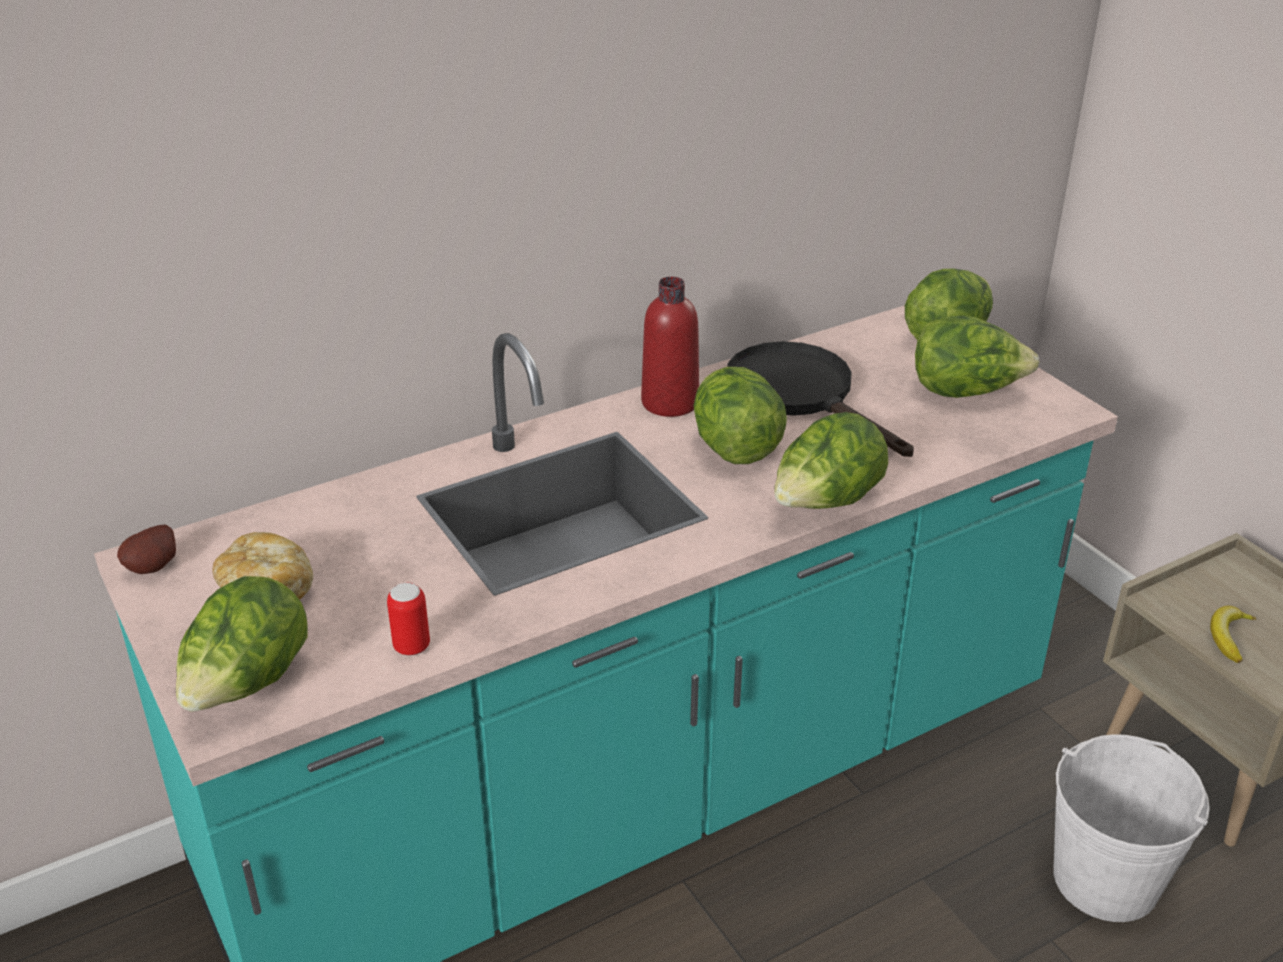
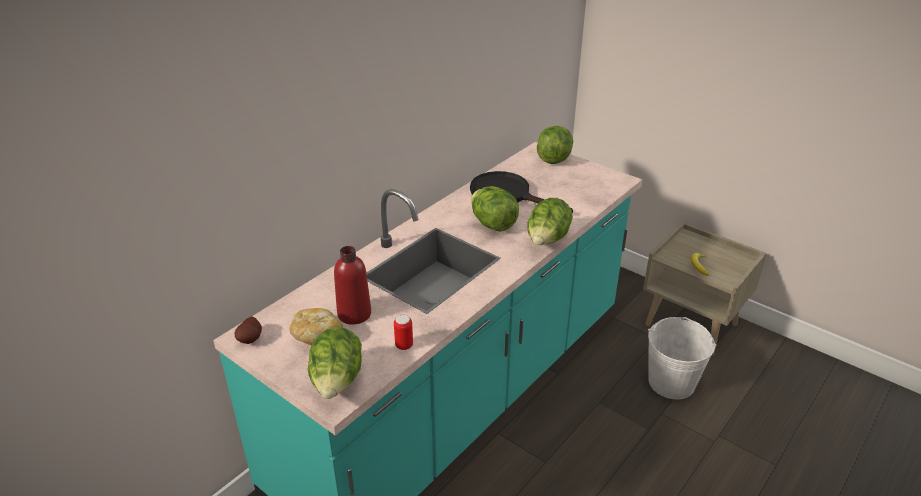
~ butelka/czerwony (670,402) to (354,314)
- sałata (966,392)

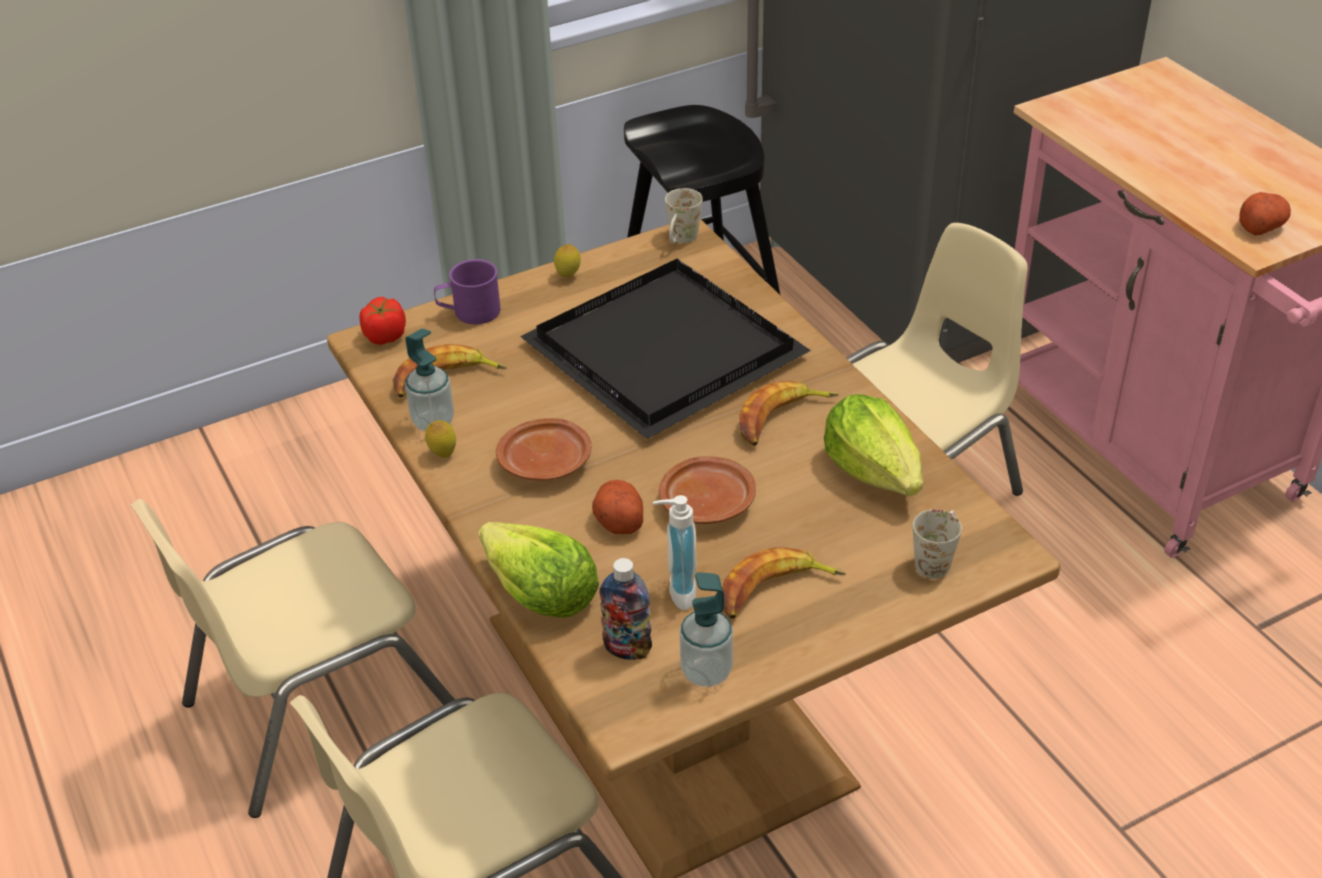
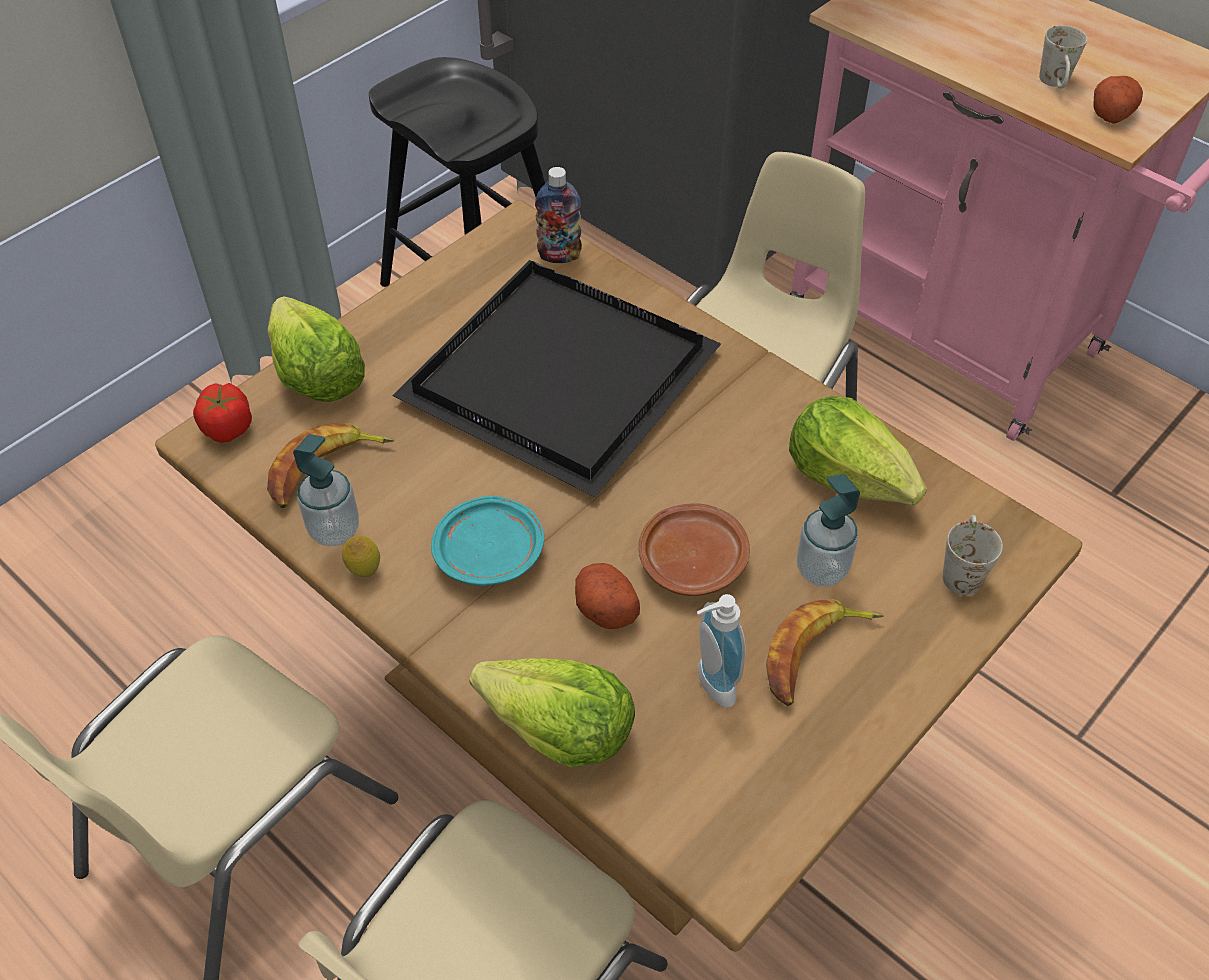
~ kubek/fioletowy (469,312) to sałata (315,374)
~ talerz/brązowy (546,462) to talerz/turkusowy (490,552)
~ butelka (627,649) to (559,255)
~ dozownik mydła (706,672) to (821,569)
~ kubek/biały (681,241) to (1055,84)
- cytryna (568,276)
- banan (781,419)

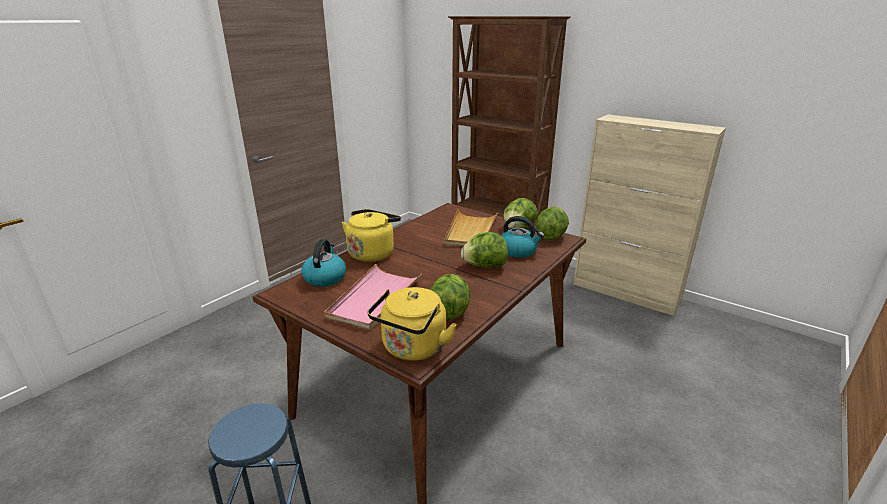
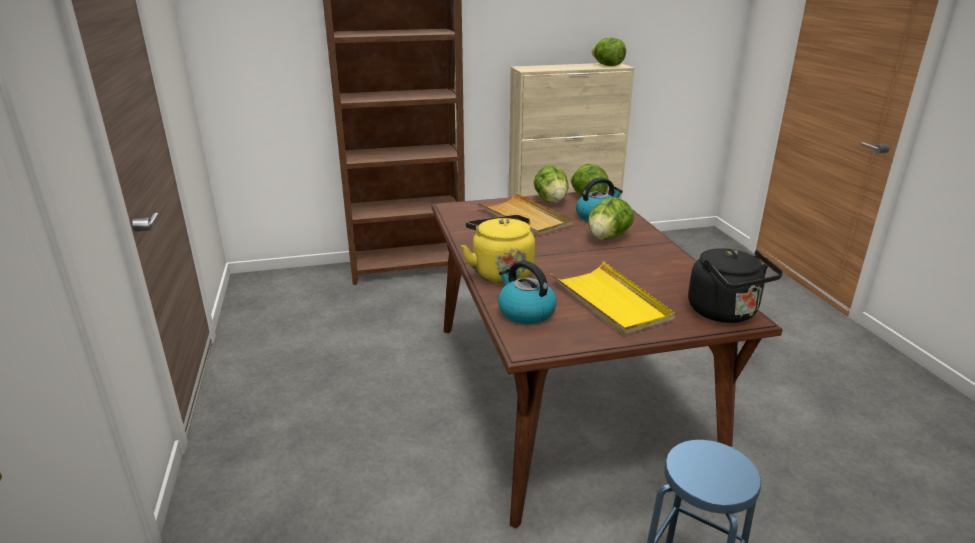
~ taca/różowy (374,299) to taca/żółty (610,301)
~ sałata (449,312) to (607,65)
~ czajnik/żółty (412,349) to czajnik/czarny (725,313)

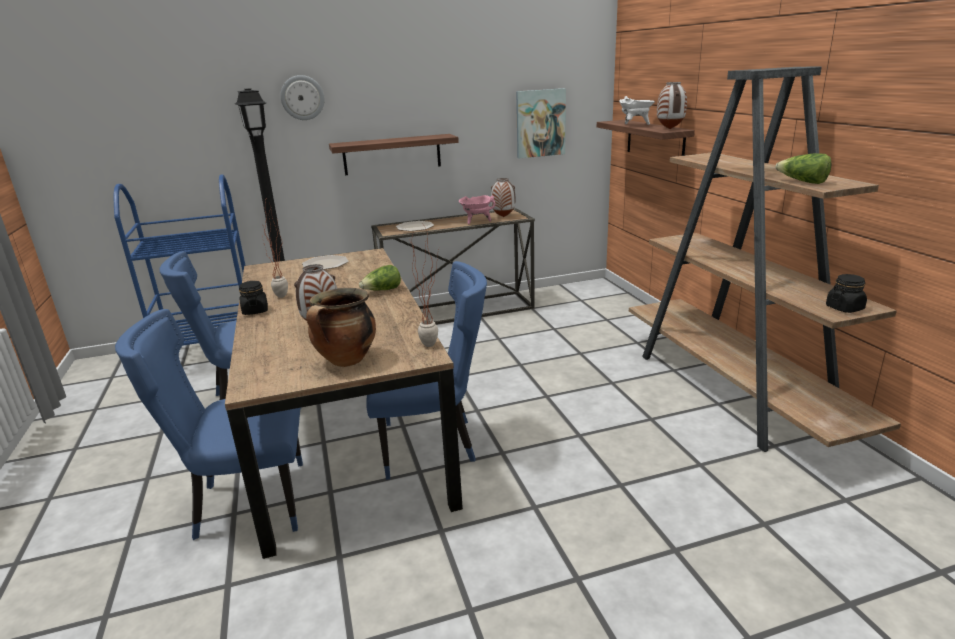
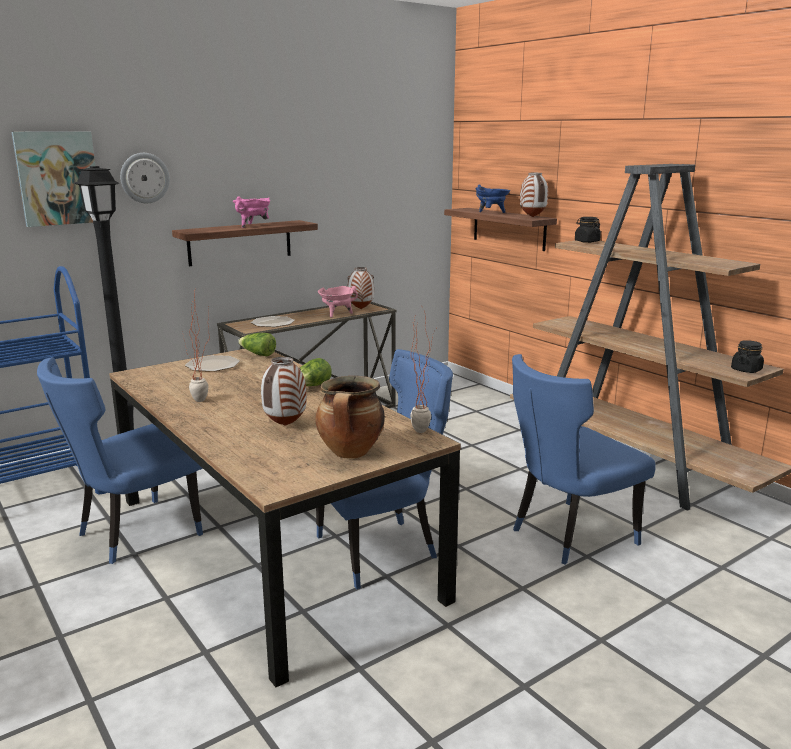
~ obraz (540,123) to (58,178)
+ garnek/różowy (253,226)
~ sałata (802,182) to (258,354)
~ garnek/biały (634,125) to garnek/niebieski (491,213)
~ krzesło/niebieski (247,503) to (567,535)
~ słoik/czarny (255,311) to (586,241)

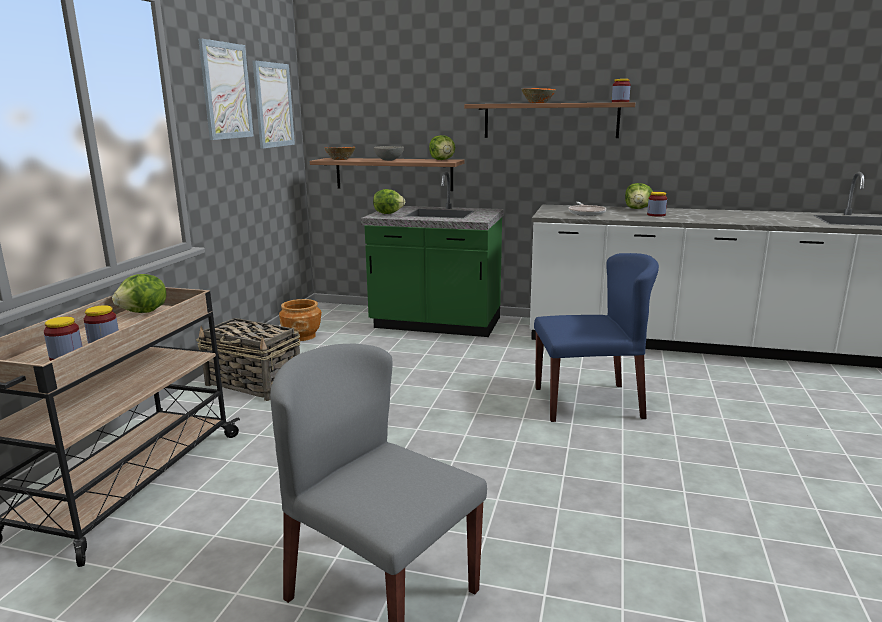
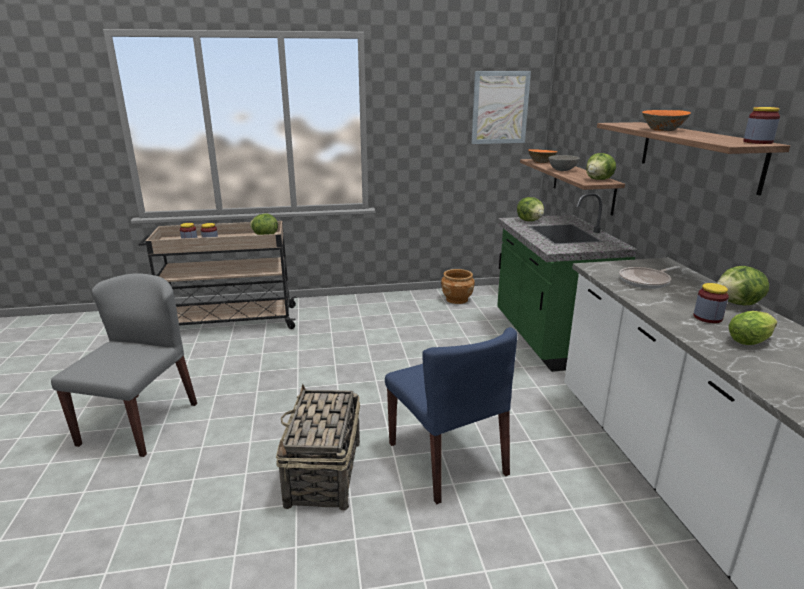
~ koszyk (254,383) to (323,473)
+ sałata (751,341)
- obraz (226,91)

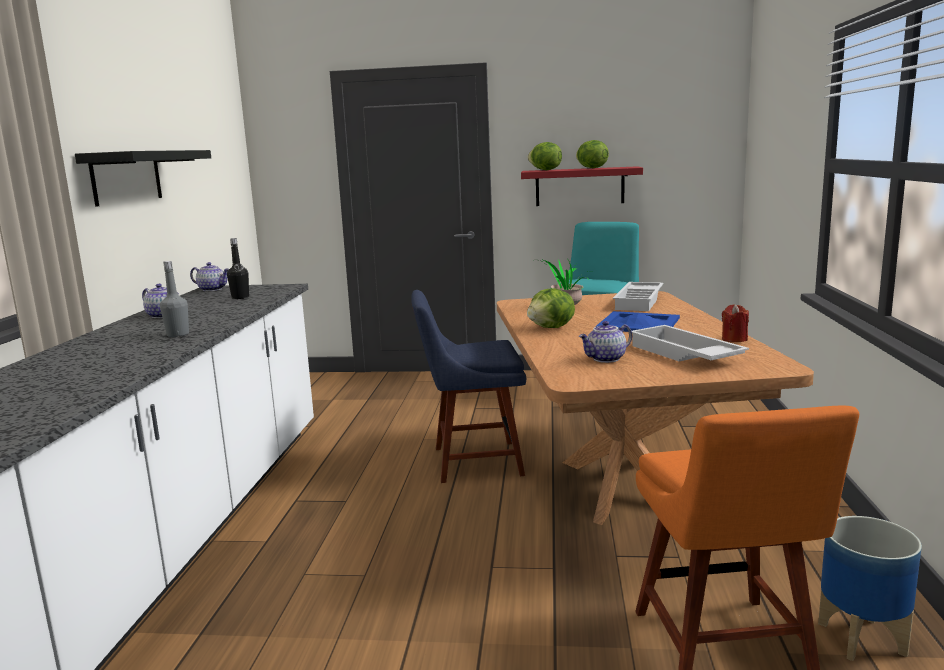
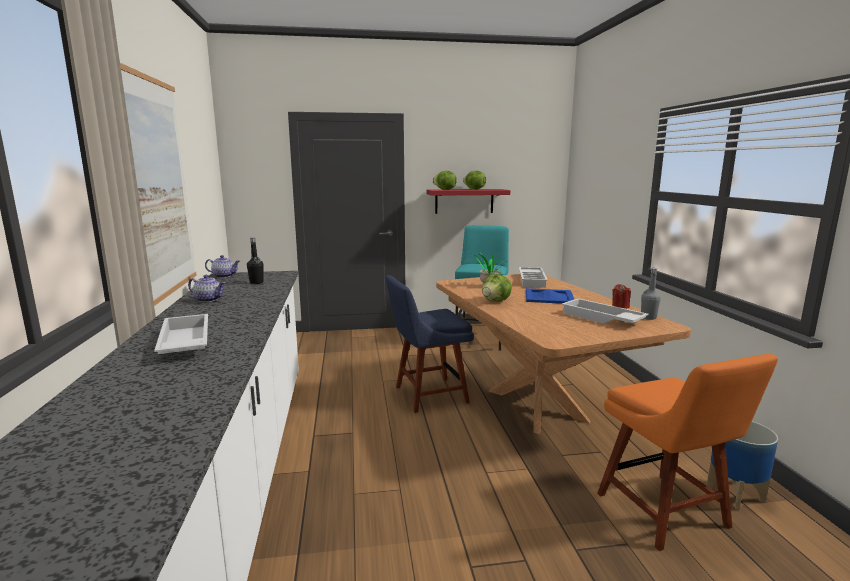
~ półka/czarny (126,177) to obraz (160,188)
+ taca/biały (184,343)
~ butelka/szary (178,334) to (648,317)
- imbryk (606,359)

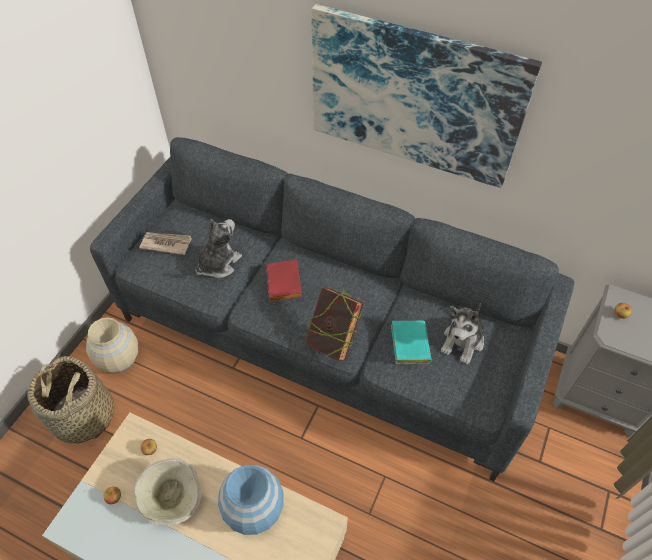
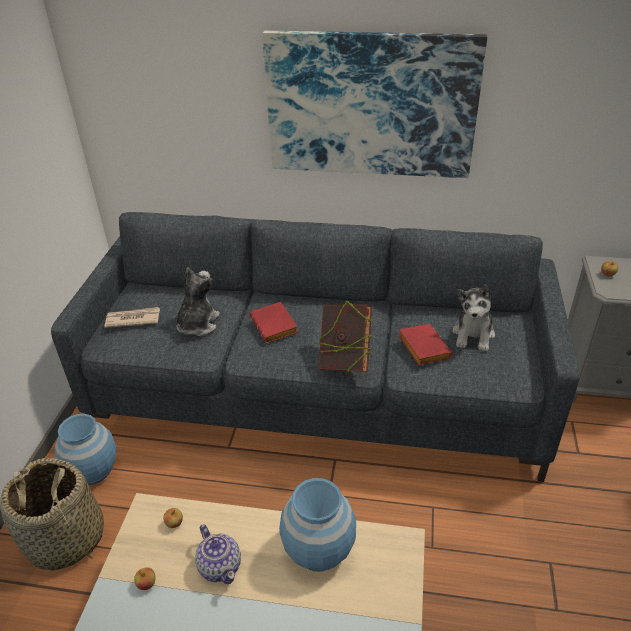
~ wazon/beżowy (119,359) to wazon/niebieski (92,470)
~ miska/beżowy (173,499) to imbryk (220,566)
~ książka/turkusowy (408,343) to książka/czerwony (422,347)

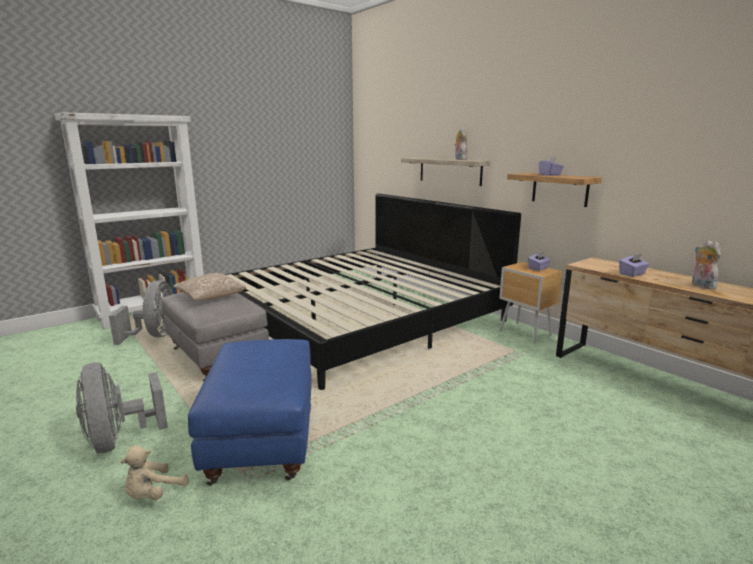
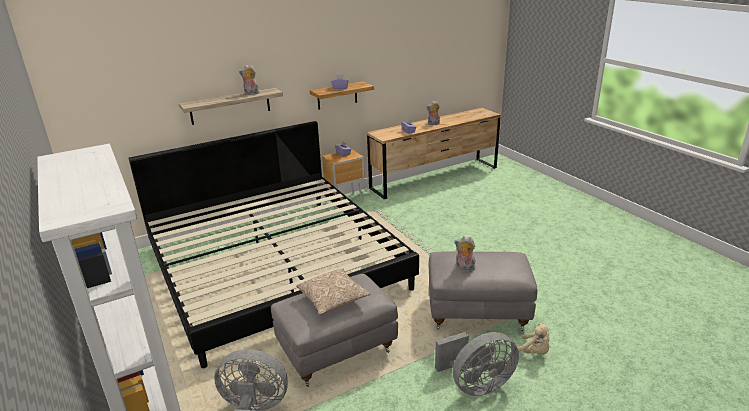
~ pufa/niebieski (263,442) to pufa/szary (478,312)
+ pluszak (464,268)

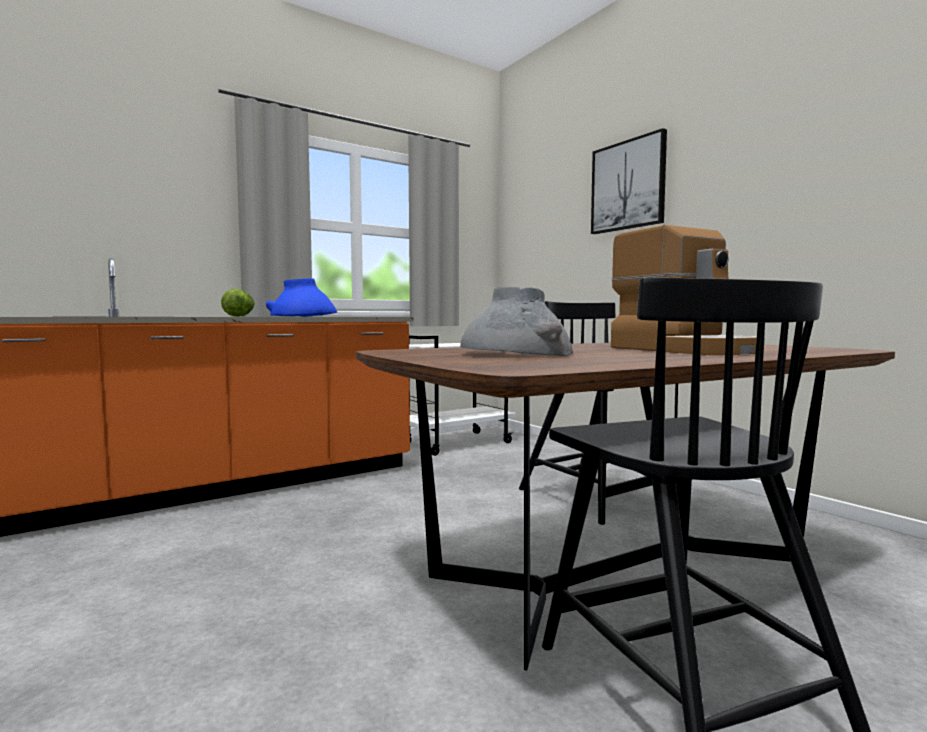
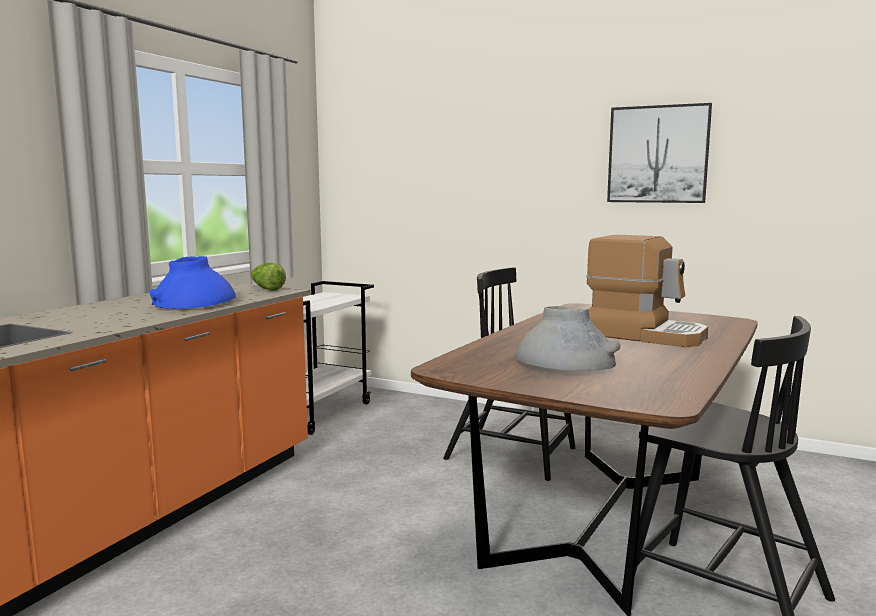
~ sałata (239,316) to (266,289)
~ obraz (628,185) to (658,154)

